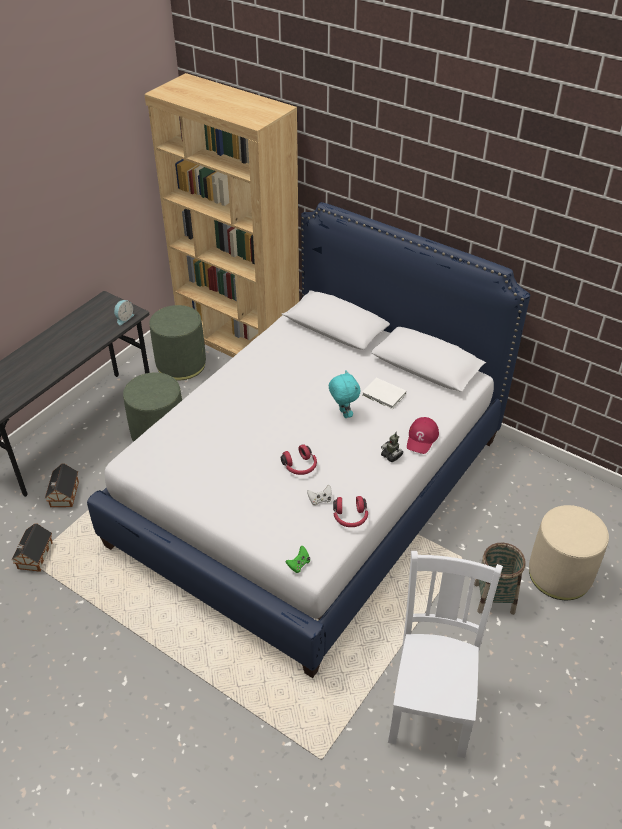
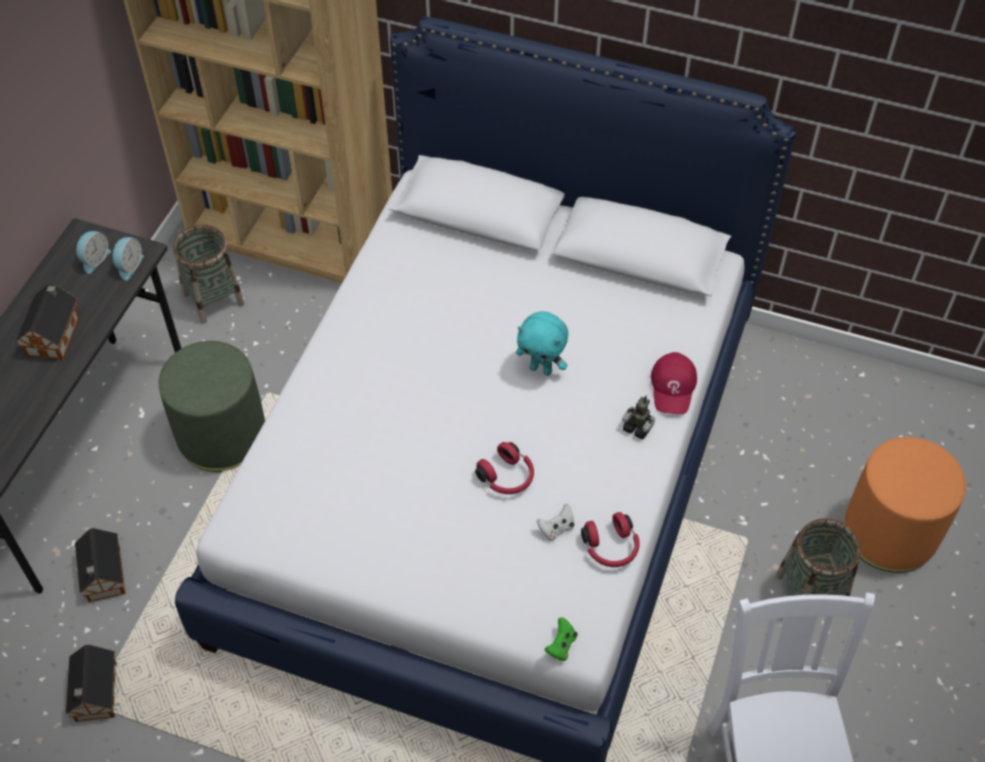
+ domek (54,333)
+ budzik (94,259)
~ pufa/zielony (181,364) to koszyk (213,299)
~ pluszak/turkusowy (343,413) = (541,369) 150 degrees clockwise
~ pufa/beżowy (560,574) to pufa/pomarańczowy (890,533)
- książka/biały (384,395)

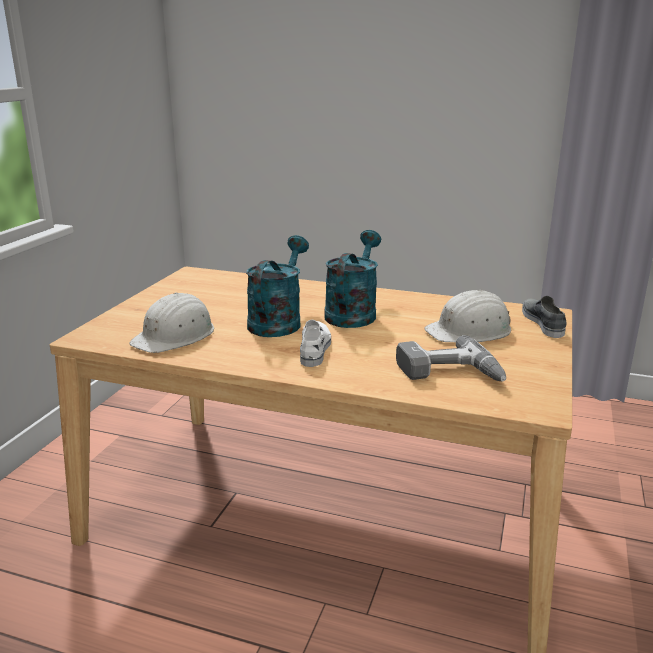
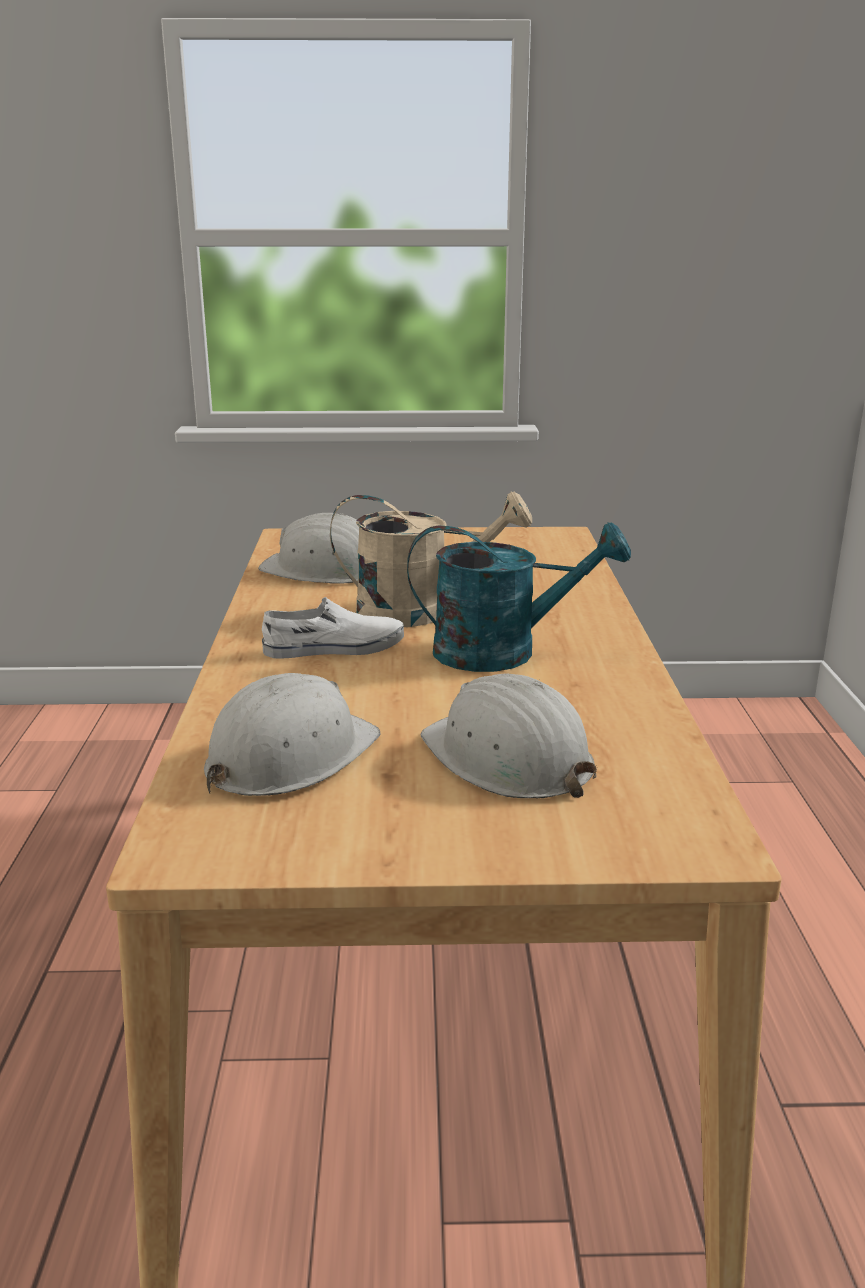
~ wiertarka (450,374) to kask/biały (289,757)
~ konewka/turkusowy (278,321) to konewka/beżowy (420,611)
- but/szary (543,322)

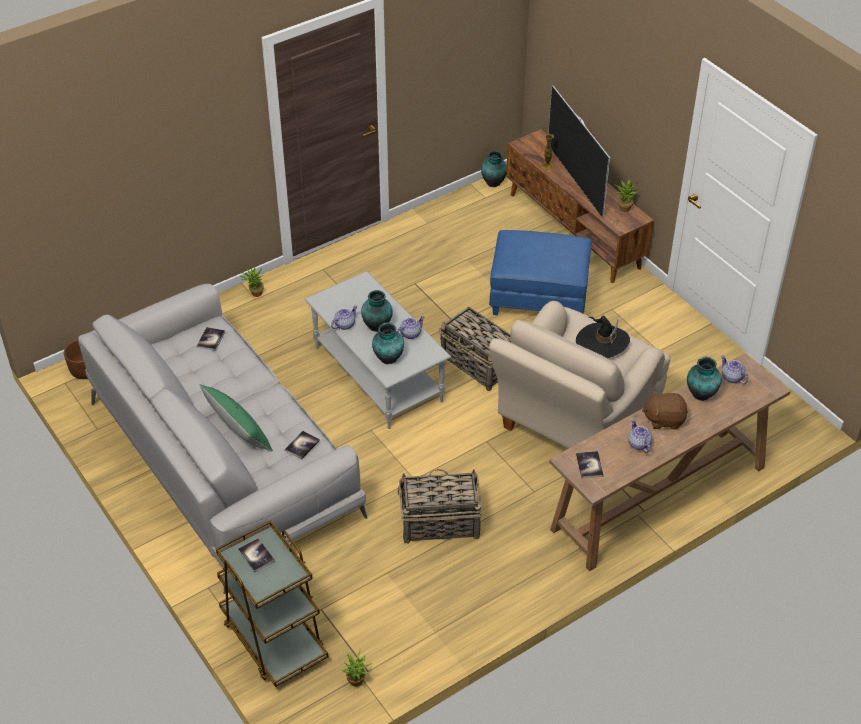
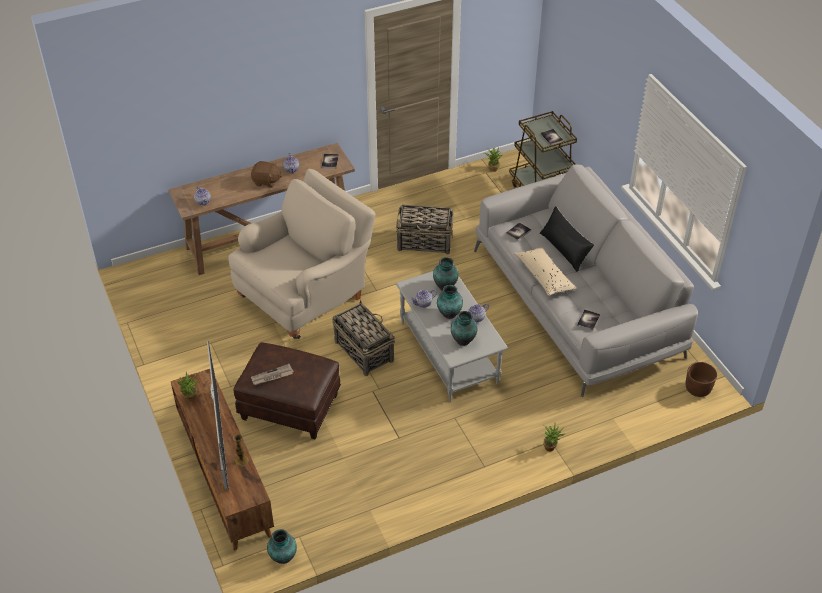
~ pufa/niebieski (539,296) to pufa/brązowy (289,407)
+ gazeta (272,376)
~ wazon (700,394) to (463,340)
+ poduszka/beżowy (544,276)
~ poduszka/zielony (238,431) to poduszka/czarny (564,249)
- kapelusz/czarny (602,342)

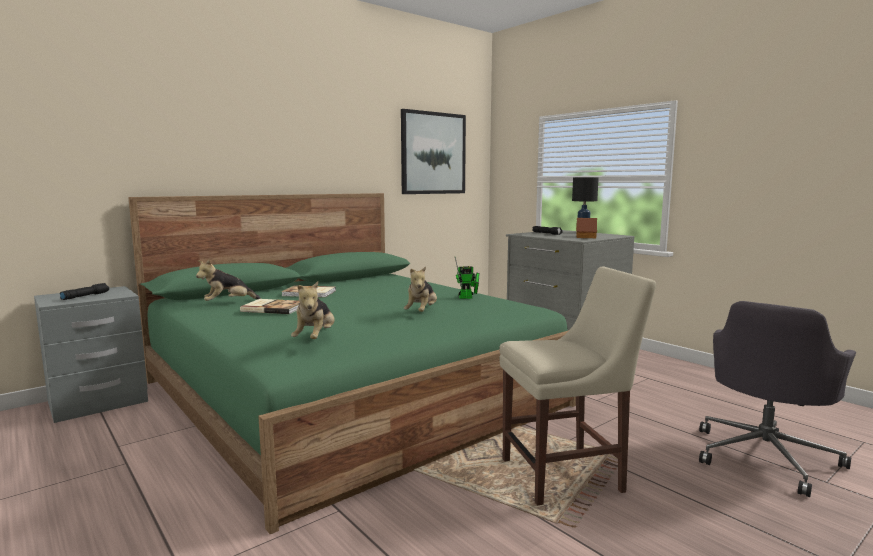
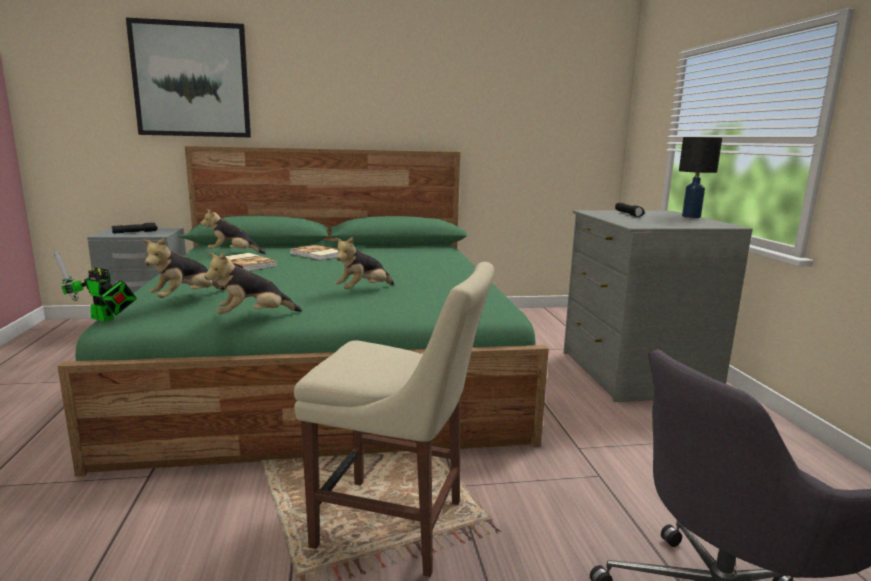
~ robot zabawkowy (468,298) to (105,319)
~ obraz (433,153) to (191,80)
+ pluszak (253,317)
- domek (586,237)

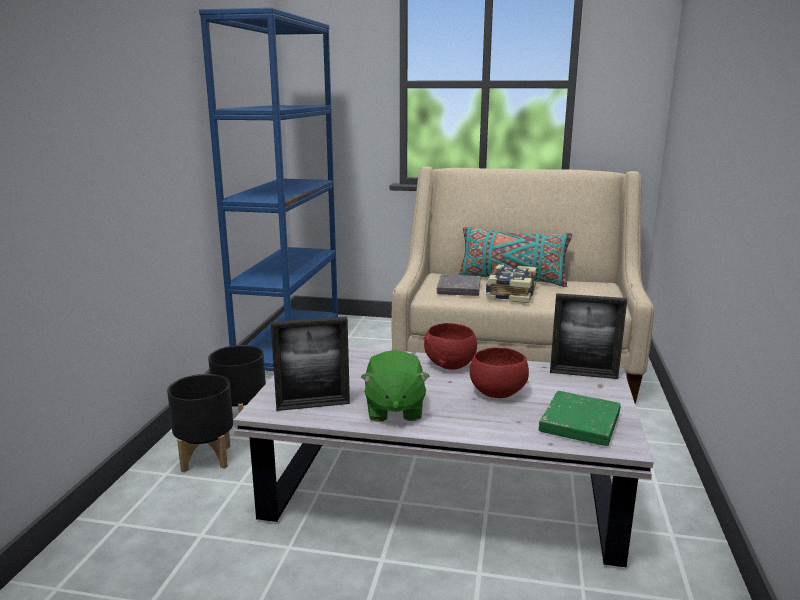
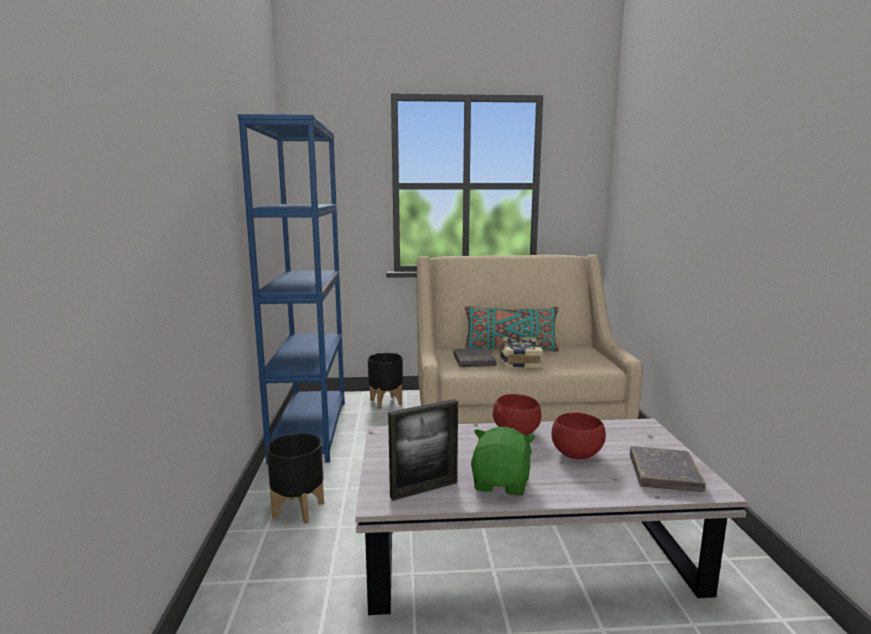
~ donica/czarny (206,458) to (385,402)
~ pluszak/zielony (394,409) = (501,483) 150 degrees counterclockwise
~ książka/zielony (580,423) to książka/szary (664,474)
- ramka na zdjęcie (583,374)

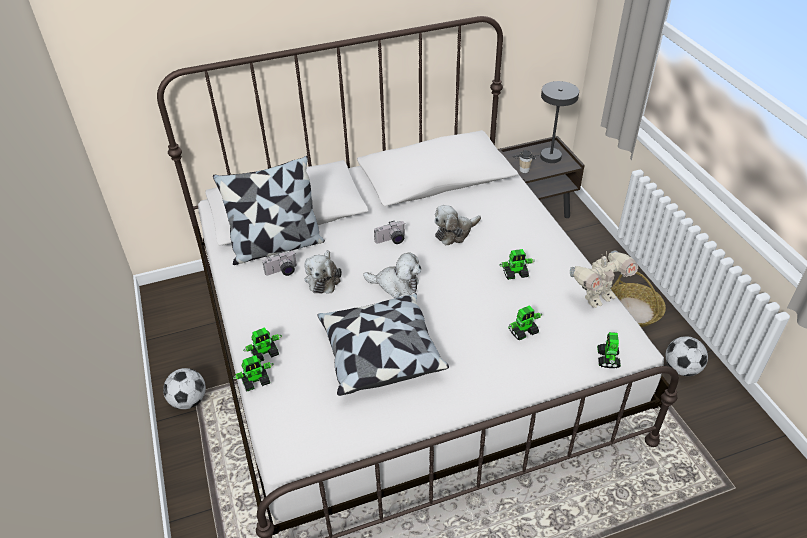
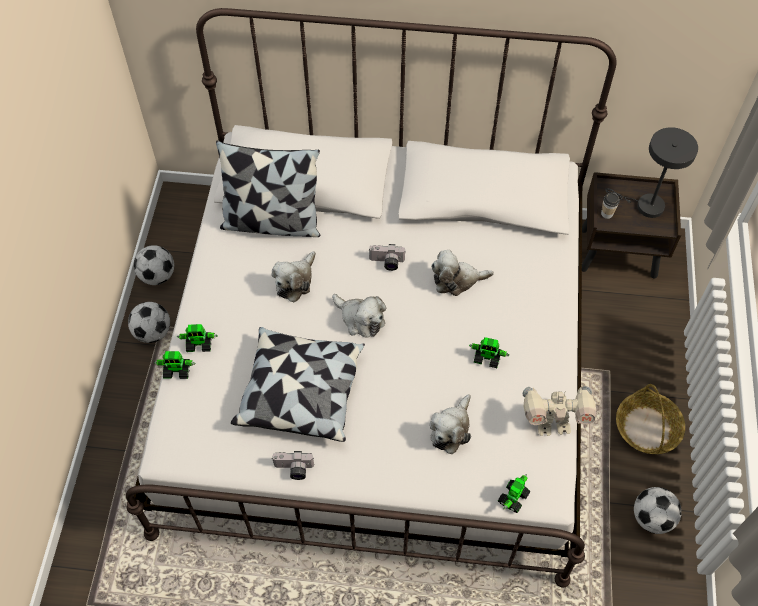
+ piłka futbolowa (157,276)
~ aparat fotograficzny (282,272) to (293,470)
~ robot zabawkowy (523,331) to pluszak (451,429)

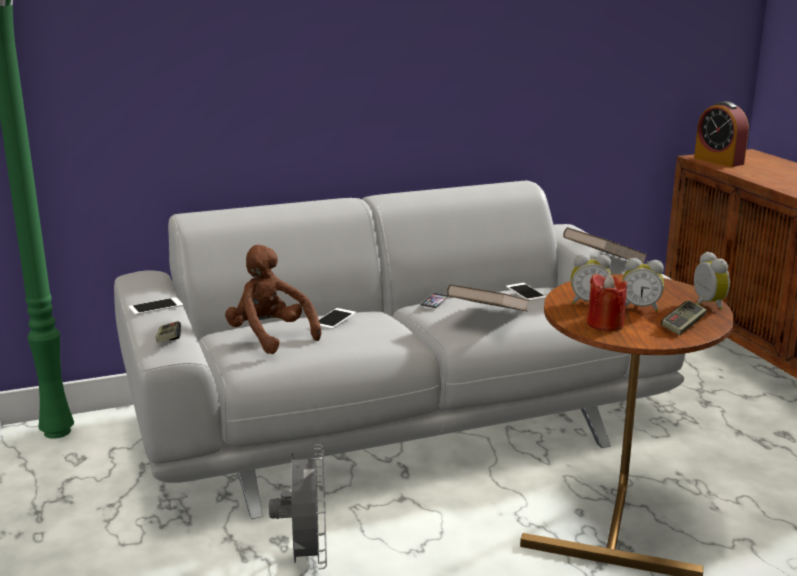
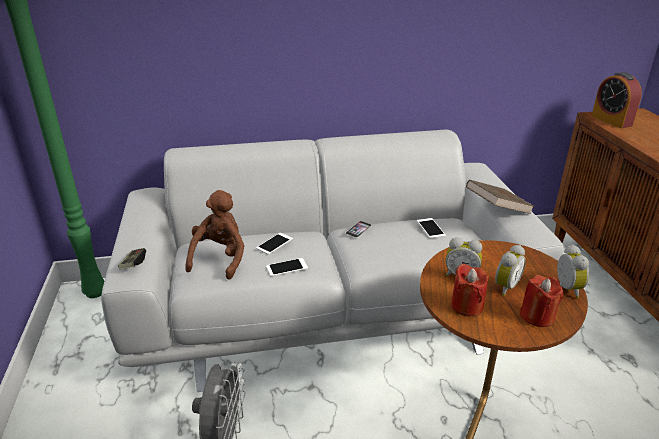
~ pluszak/brązowy (270,337) = (220,258) 45 degrees clockwise
~ telefon (156,306) to (287,267)
~ budzik (640,307) = (504,286) 75 degrees counterclockwise
~ pad do gier (683,326) to świeca/czerwony (537,316)
- książka/brązowy (487,317)

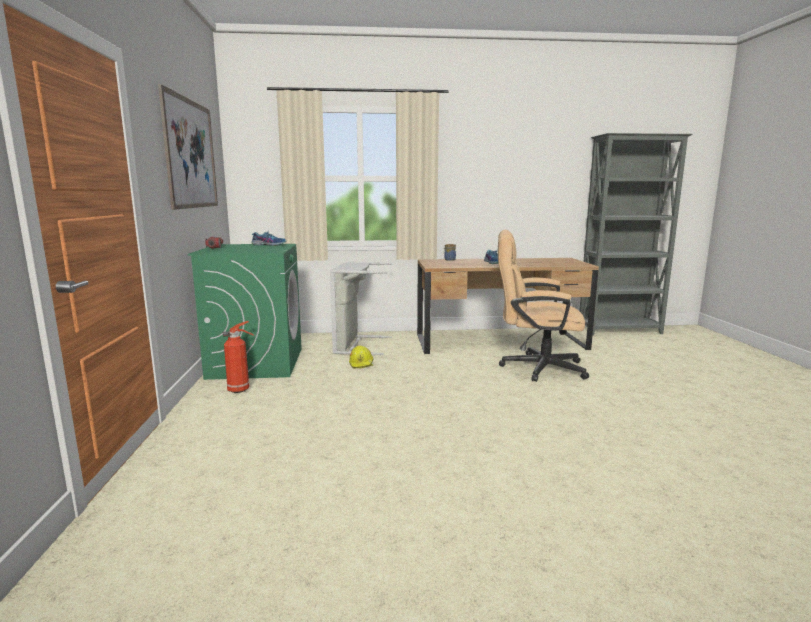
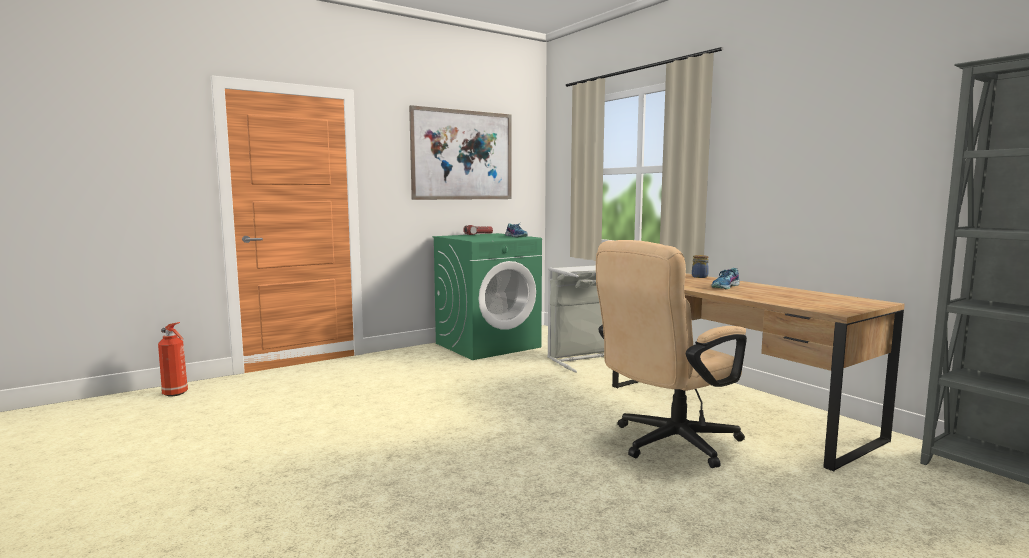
~ gaśnica (240,389) to (176,394)
~ krzesło biurowe/beżowy (534,367) = (667,444) 105 degrees counterclockwise
- kask/żółty (361,363)

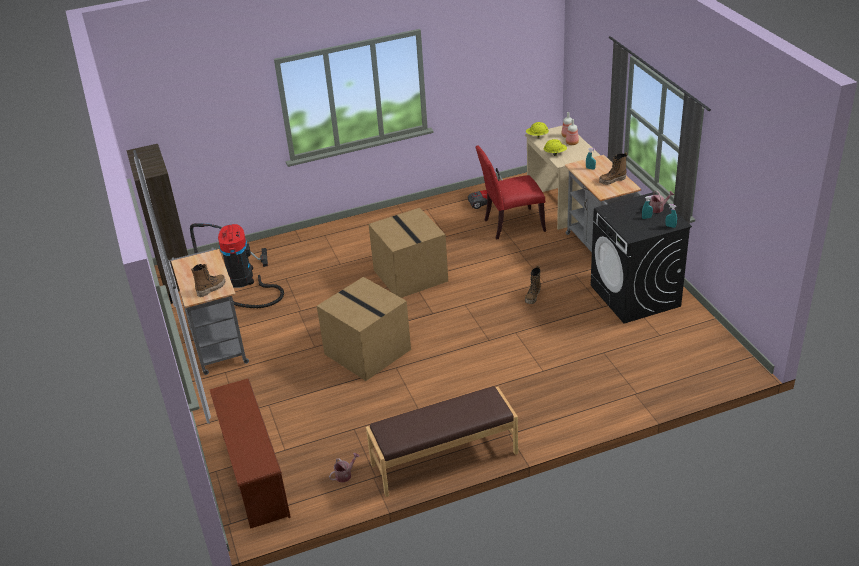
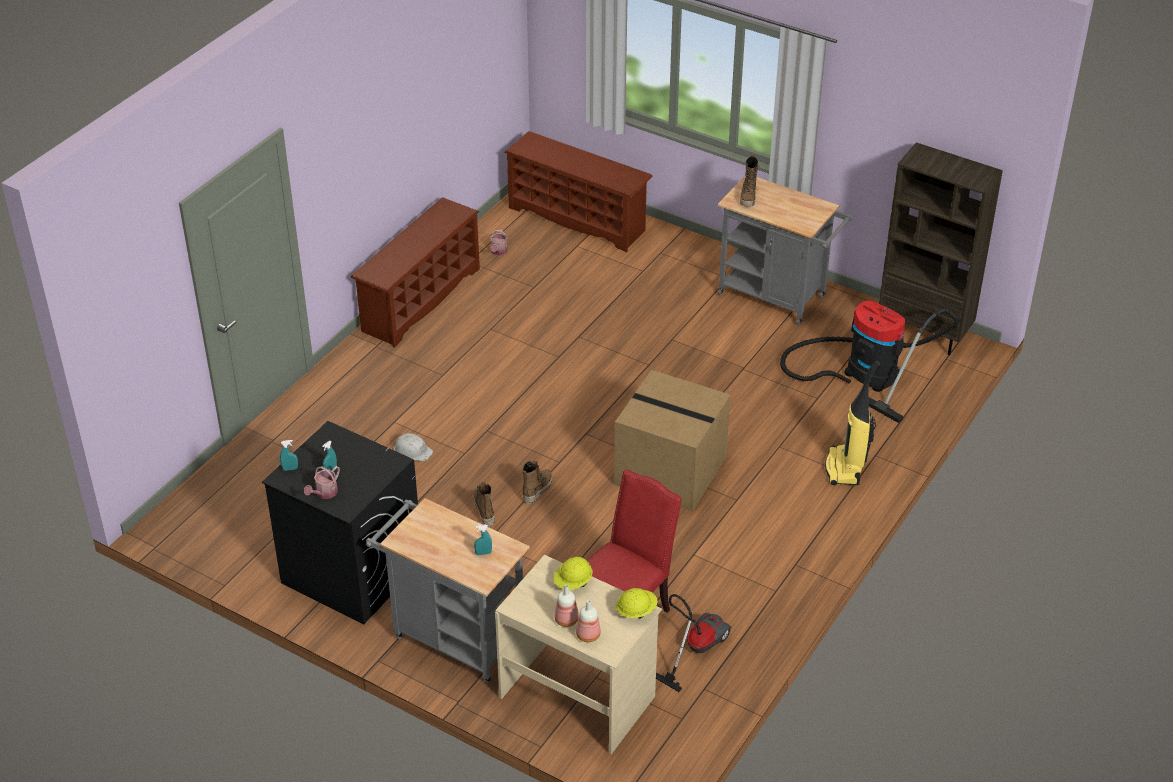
~ ławka/brązowy (444,459) to regał na buty/brązowy (420,299)
+ kask/biały (412,451)
~ but z cholewką (612,181) to (537,490)
+ odkurzacz (845,468)
- karton (366,352)

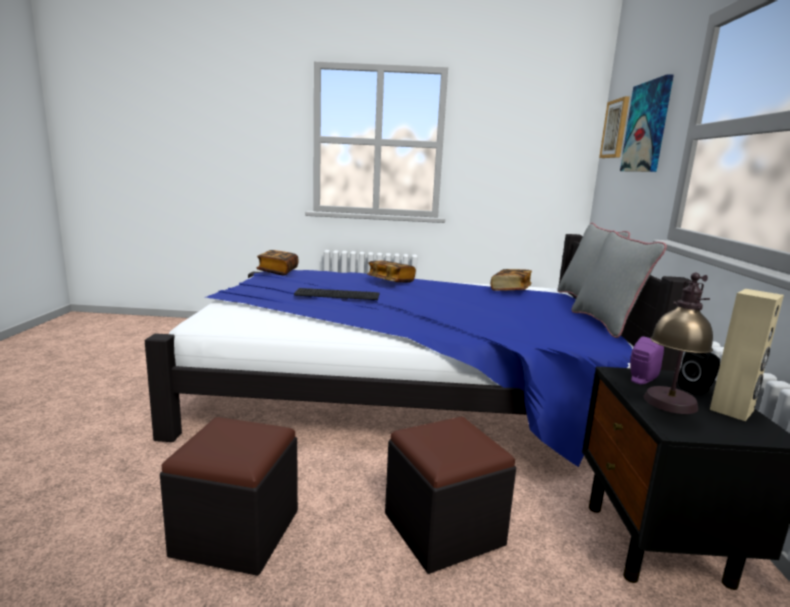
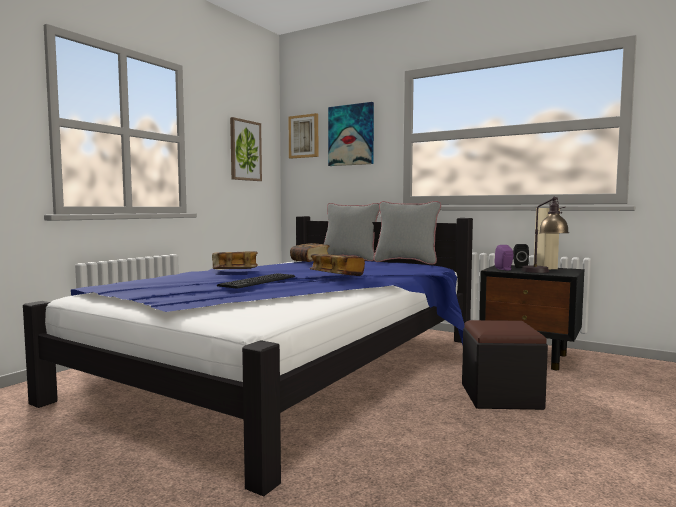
+ obraz (245,150)
~ książka (278,271) to (337,276)
- pufa/czarny (236,533)

